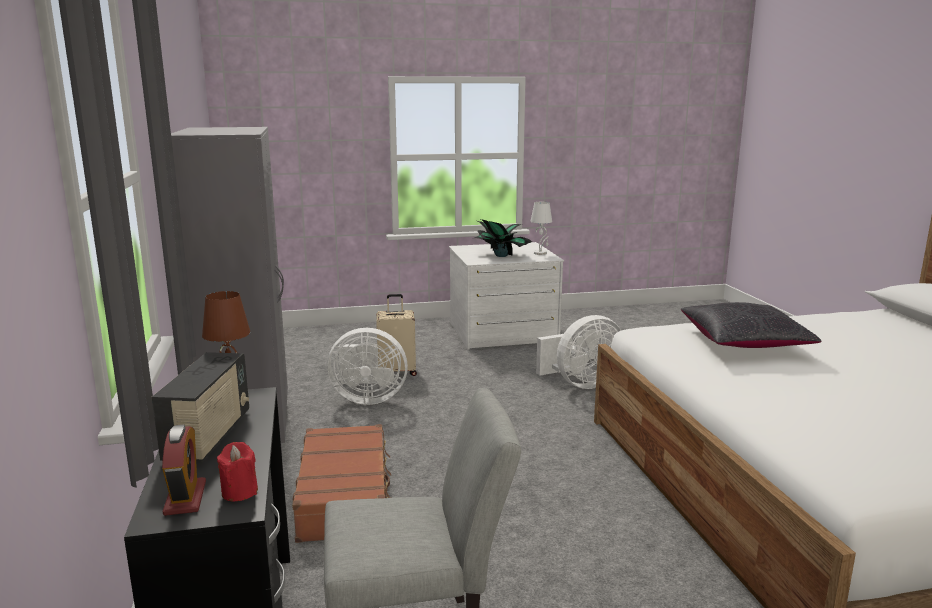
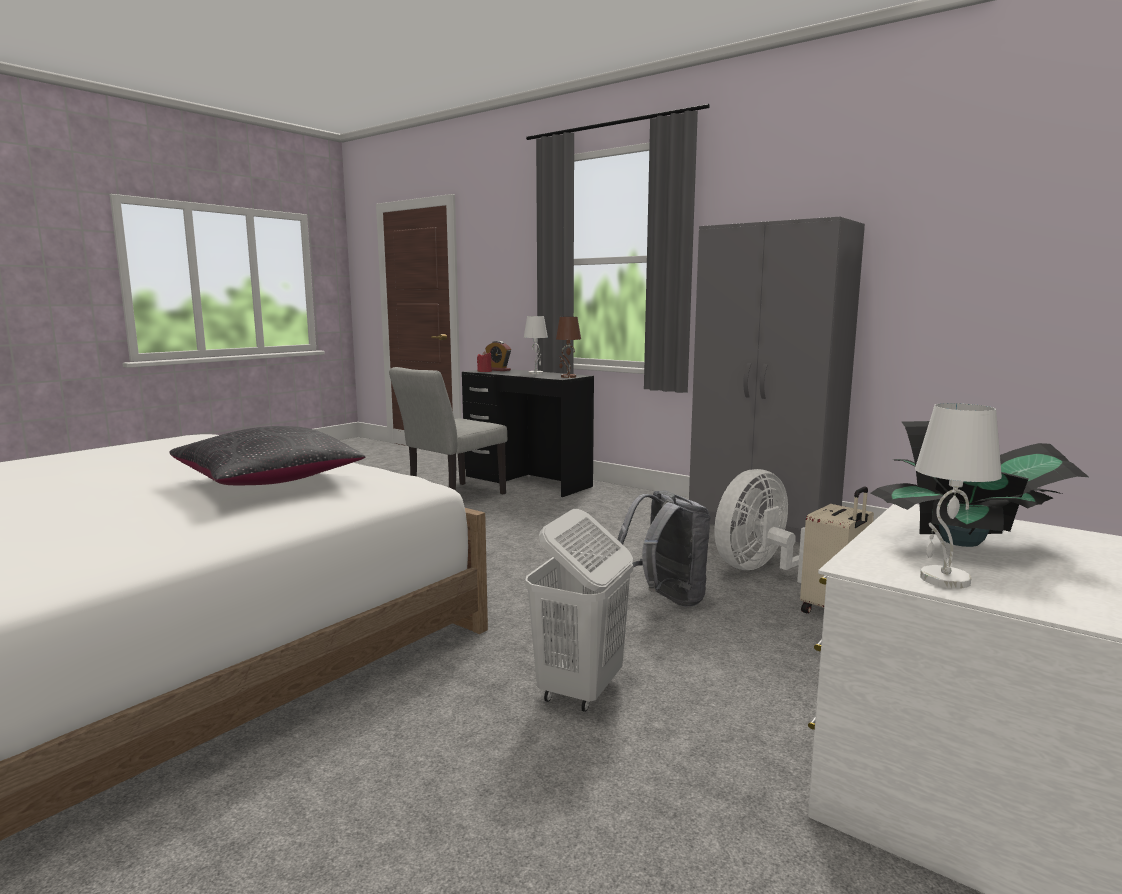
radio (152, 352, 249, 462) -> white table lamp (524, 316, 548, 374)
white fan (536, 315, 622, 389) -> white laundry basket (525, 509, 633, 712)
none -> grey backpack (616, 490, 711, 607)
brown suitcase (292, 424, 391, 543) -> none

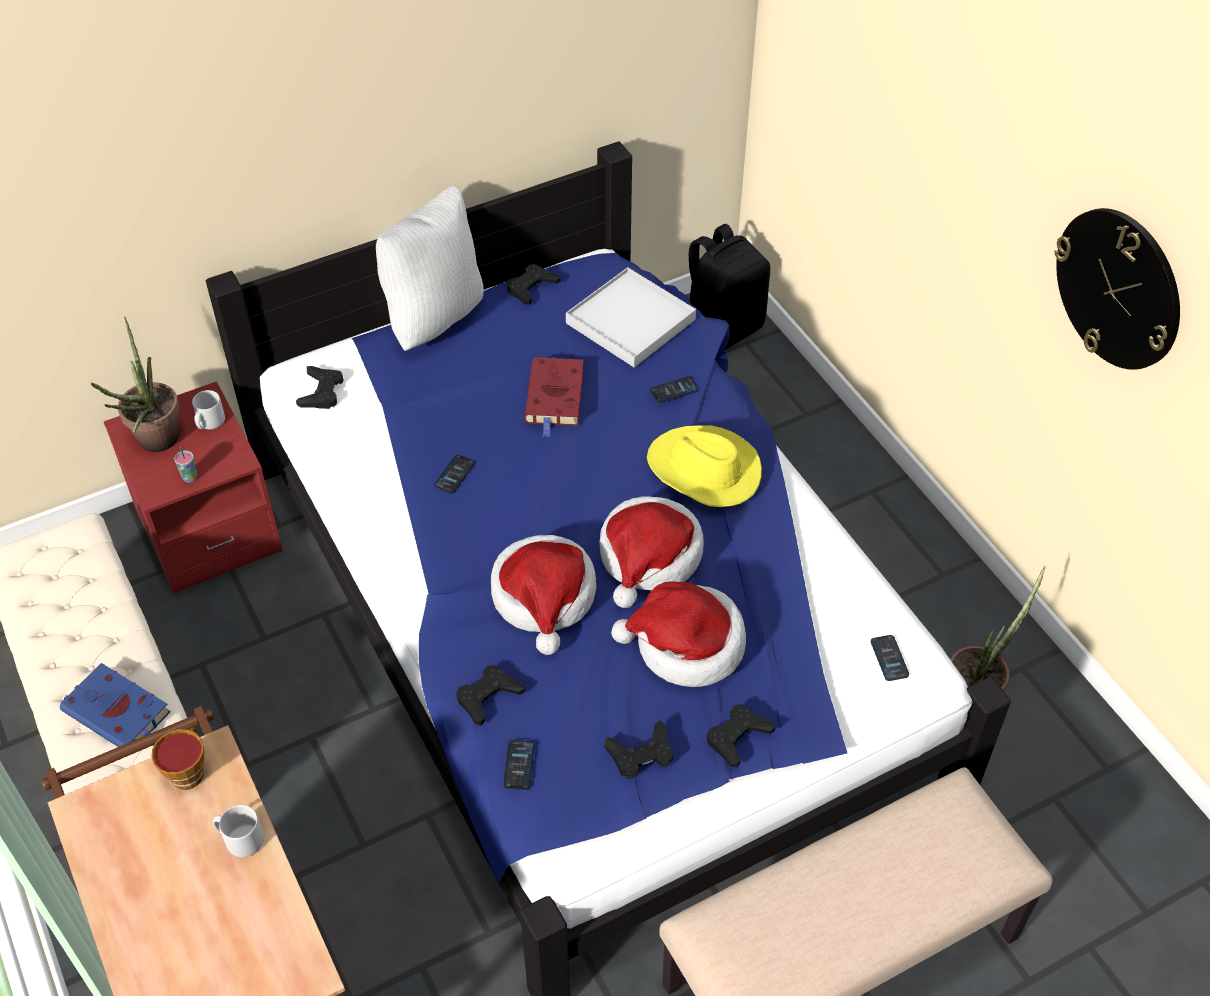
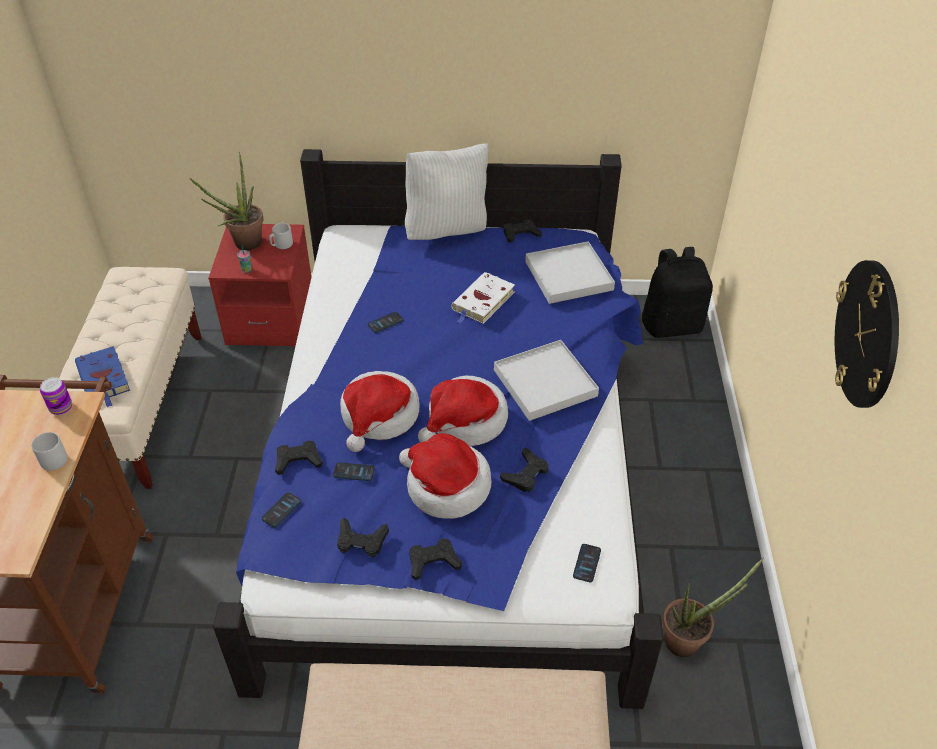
cup (151, 728, 204, 790) -> can (40, 377, 72, 415)
phone (650, 376, 698, 403) -> phone (333, 462, 375, 481), moved
red book (525, 357, 584, 438) -> white book (451, 272, 515, 324)
yellow hat (647, 425, 762, 507) -> white tray (494, 340, 599, 421)
black game controller (296, 366, 344, 409) -> black game controller (500, 448, 549, 492), moved

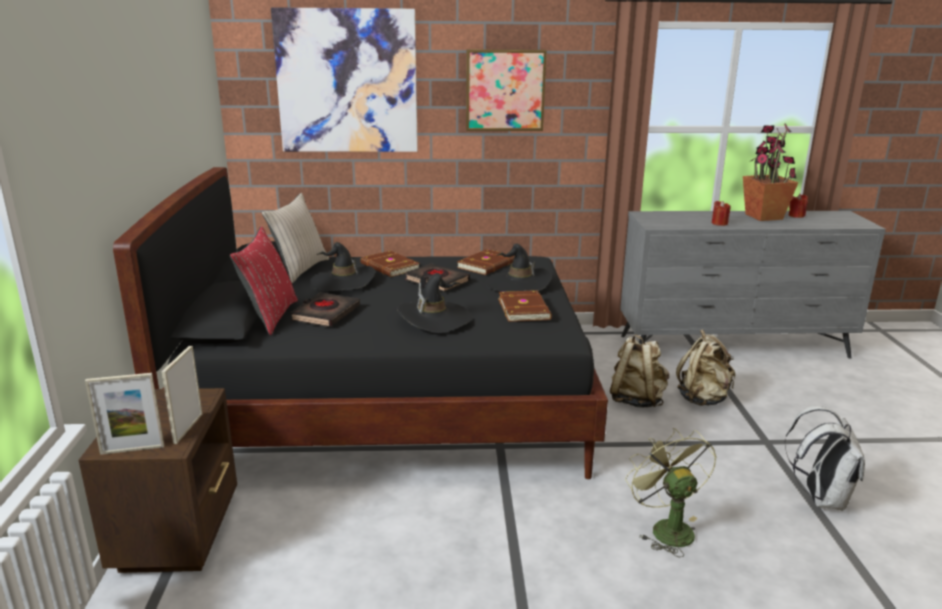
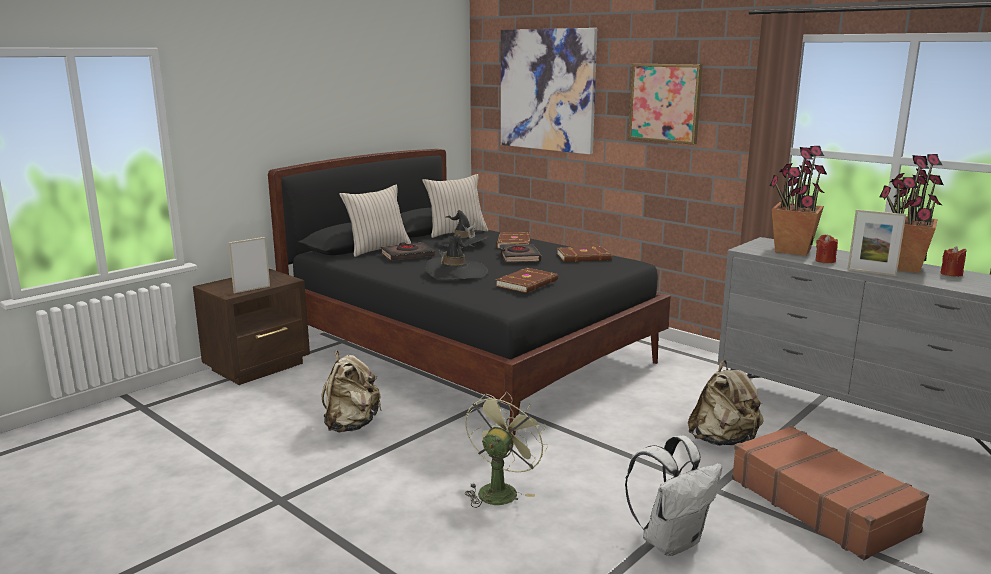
beige backpack (610, 334, 669, 408) -> beige backpack (321, 350, 381, 432), moved
red pillow (230, 226, 298, 335) -> beige pillow (339, 185, 411, 257)
none -> brown suitcase (732, 426, 929, 560)
none -> potted plant (770, 146, 827, 256)
picture frame (85, 373, 164, 455) -> picture frame (847, 209, 906, 276), moved
black hat (485, 243, 552, 292) -> none

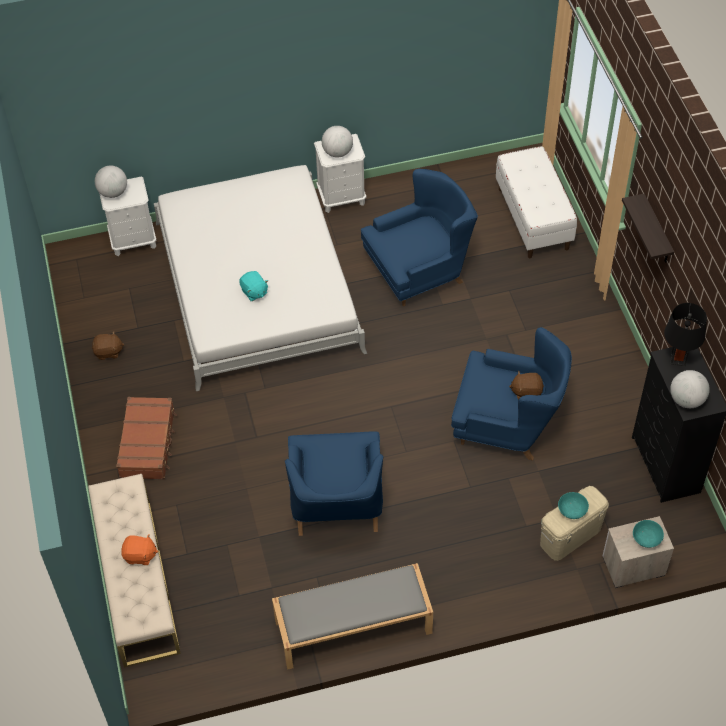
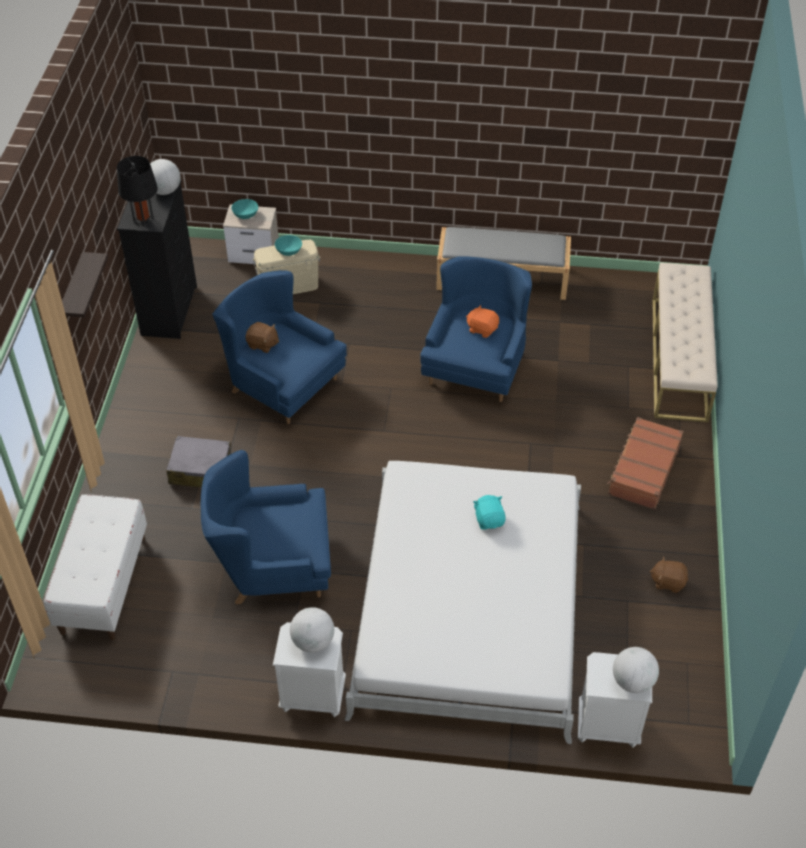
none -> grey suitcase (166, 436, 231, 487)
orange plush toy (121, 534, 158, 565) -> orange plush toy (466, 305, 499, 338), moved

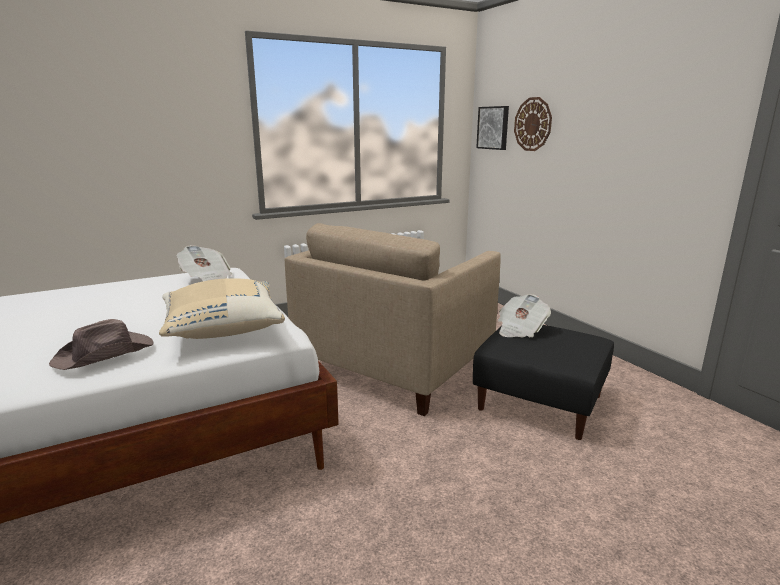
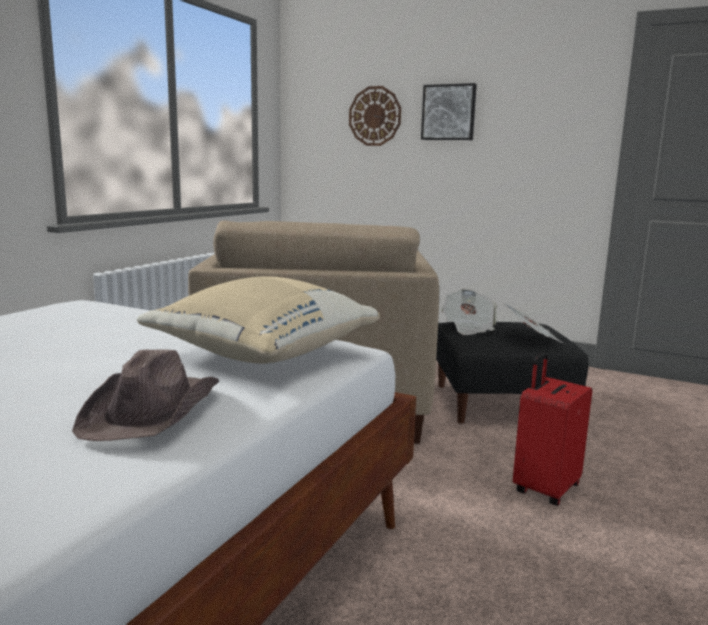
picture (476, 106, 509, 150) -> picture (421, 83, 477, 140), moved
newspaper (177, 245, 232, 281) -> newspaper (502, 303, 565, 344), moved
none -> red suitcase (513, 353, 592, 506)

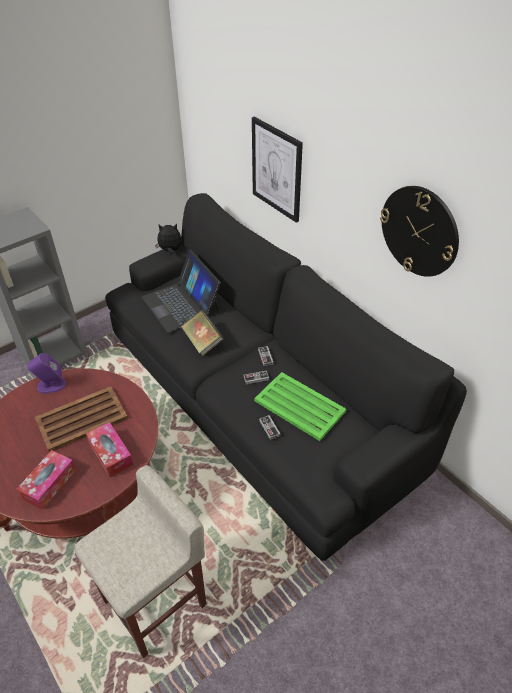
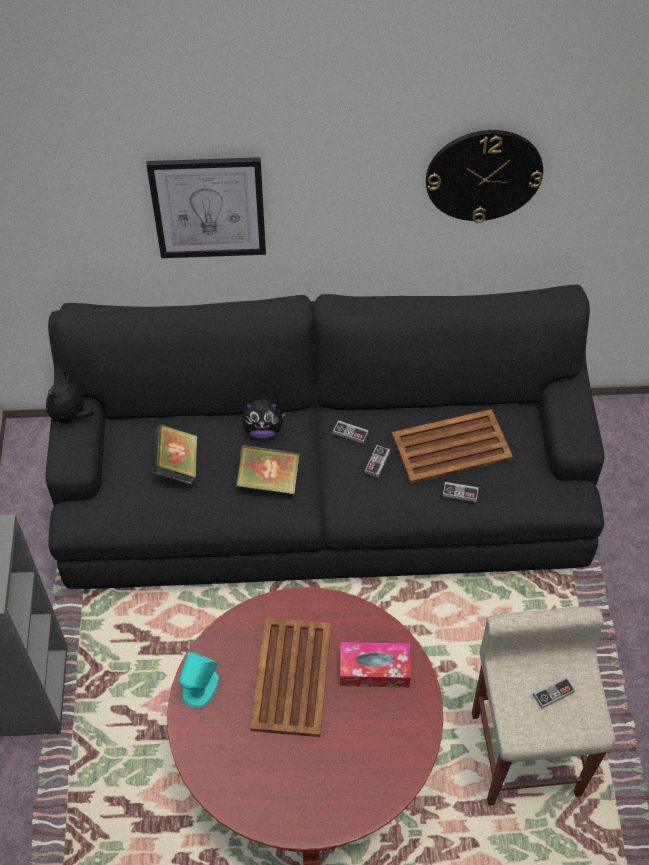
laptop (142, 250, 221, 332) -> book (152, 425, 197, 485)
purple speaker (27, 353, 66, 393) -> turquoise speaker (179, 652, 219, 708)
none -> plush toy (242, 399, 286, 439)
green tray (254, 372, 346, 441) -> brown tray (392, 409, 513, 484)
none -> game controller (533, 676, 575, 709)
tissue box (16, 450, 76, 510) -> none

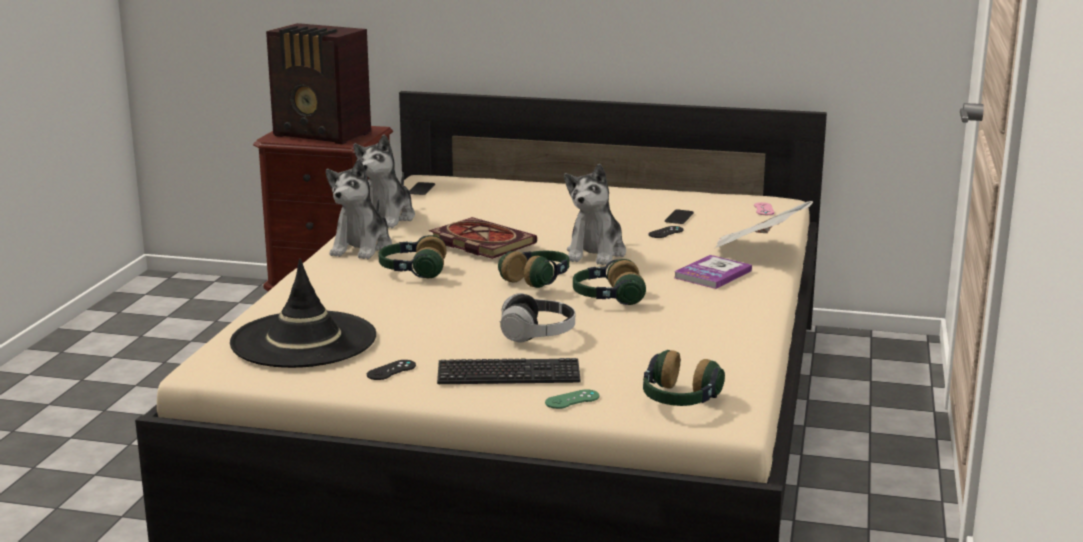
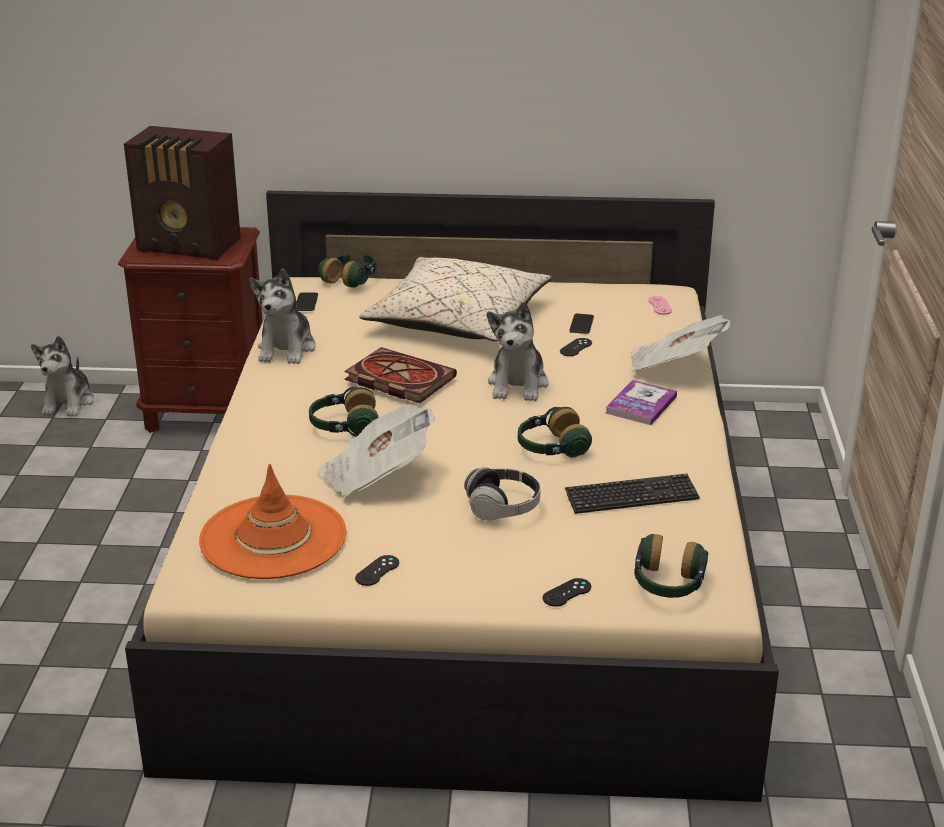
plush toy (326, 159, 392, 259) -> plush toy (31, 336, 94, 416), moved
black hat (230, 259, 376, 368) -> orange hat (199, 464, 346, 579)
none -> newspaper (317, 404, 435, 497)
headphones (498, 251, 569, 288) -> headphones (318, 254, 376, 288), moved
none -> beige pillow (359, 257, 552, 341)
green game controller (545, 389, 599, 409) -> black game controller (543, 578, 591, 607)
keyboard (437, 358, 581, 384) -> keyboard (565, 474, 700, 514), moved

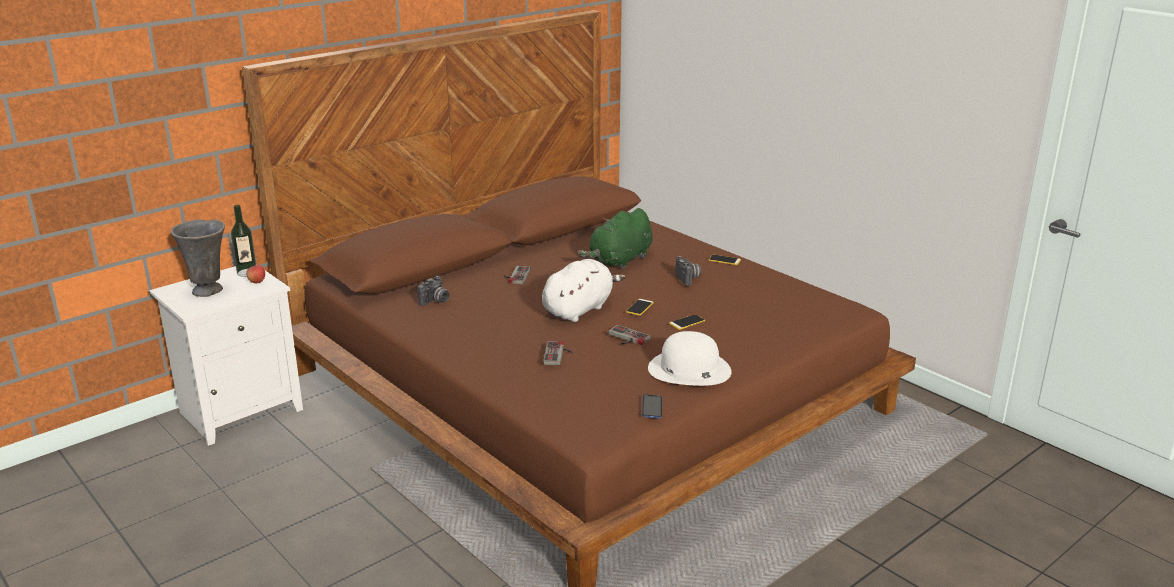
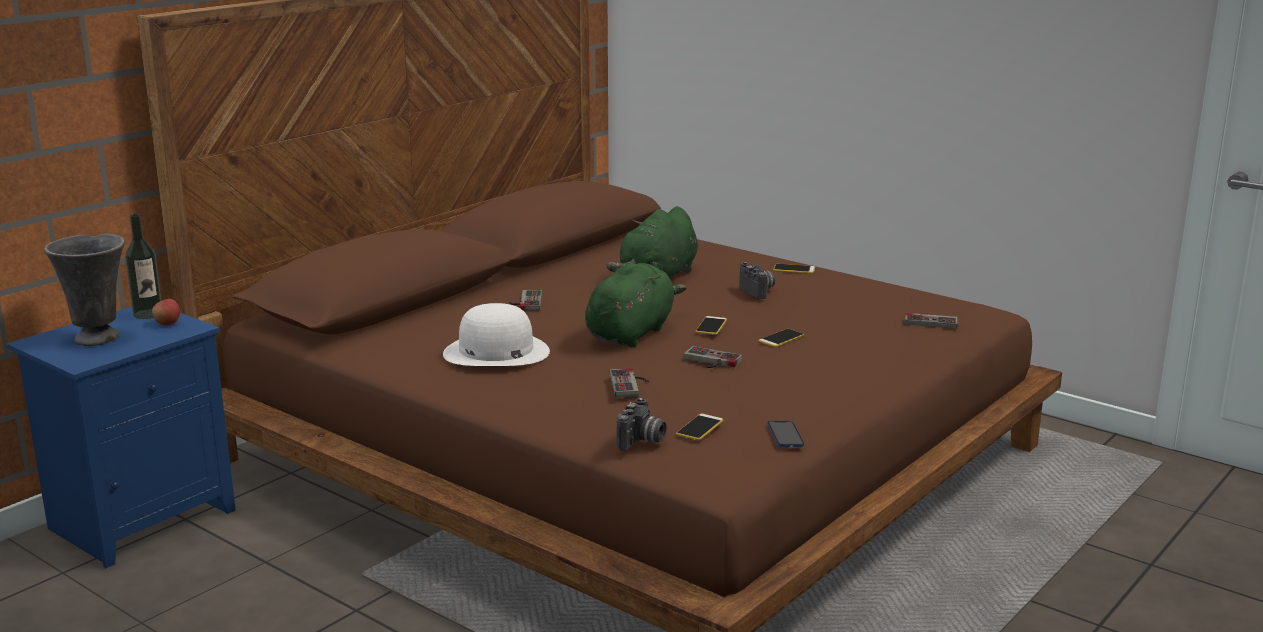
white nightstand (149, 264, 303, 446) -> blue nightstand (6, 307, 236, 568)
white hat (648, 331, 732, 386) -> white hat (443, 303, 550, 366), moved
white plush toy (542, 259, 625, 322) -> green plush toy (585, 263, 687, 347)
photo camera (417, 276, 449, 306) -> photo camera (616, 397, 667, 451), moved
none -> phone (676, 414, 723, 440)
none -> game controller (905, 313, 958, 329)

